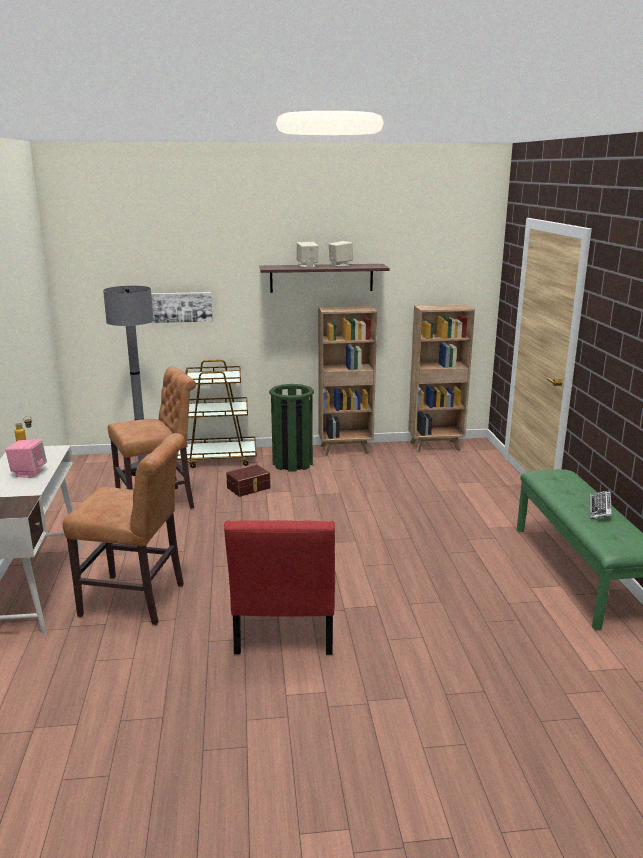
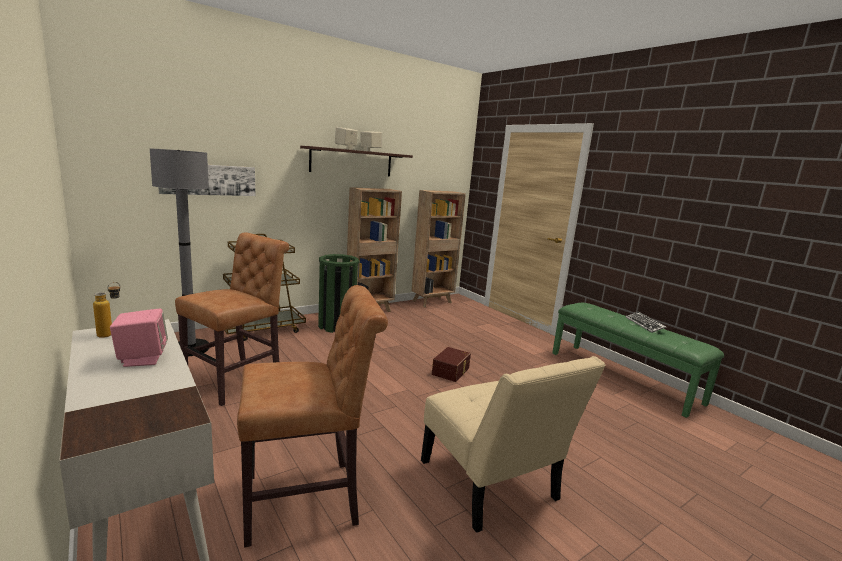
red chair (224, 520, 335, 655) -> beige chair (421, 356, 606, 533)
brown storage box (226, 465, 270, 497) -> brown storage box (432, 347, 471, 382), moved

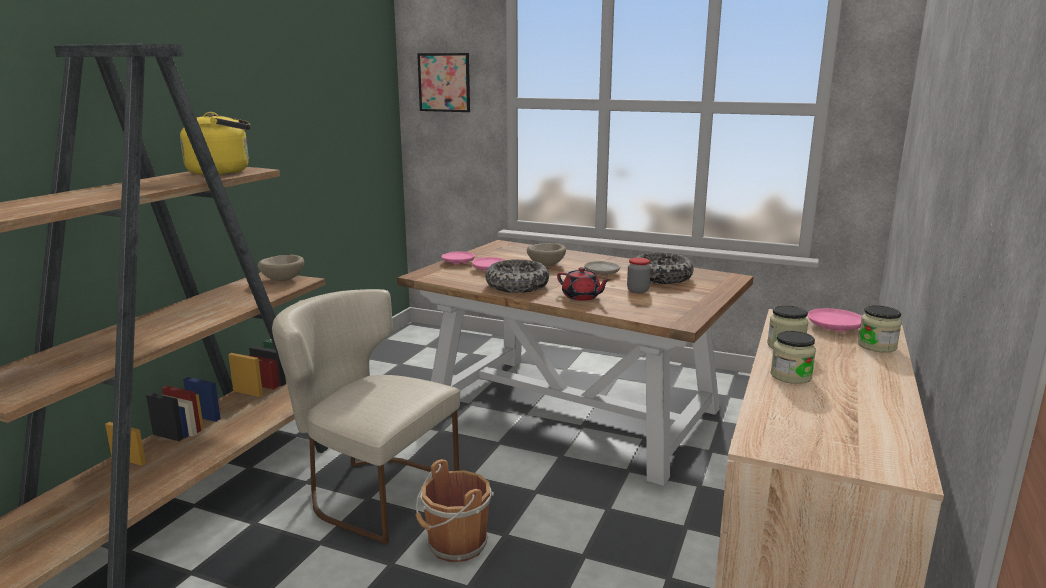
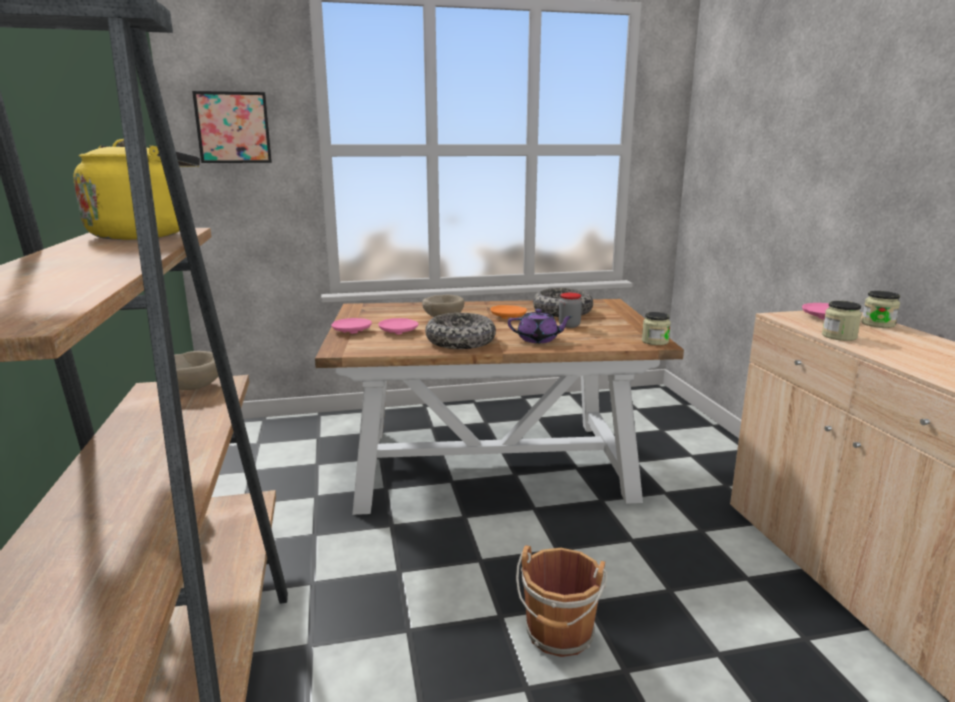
beige plate (584, 261, 620, 276) -> orange plate (490, 305, 527, 319)
red teapot (557, 267, 610, 301) -> purple teapot (508, 309, 573, 343)
jar (771, 331, 816, 384) -> jar (642, 312, 671, 345), moved
beige chair (272, 289, 460, 544) -> none

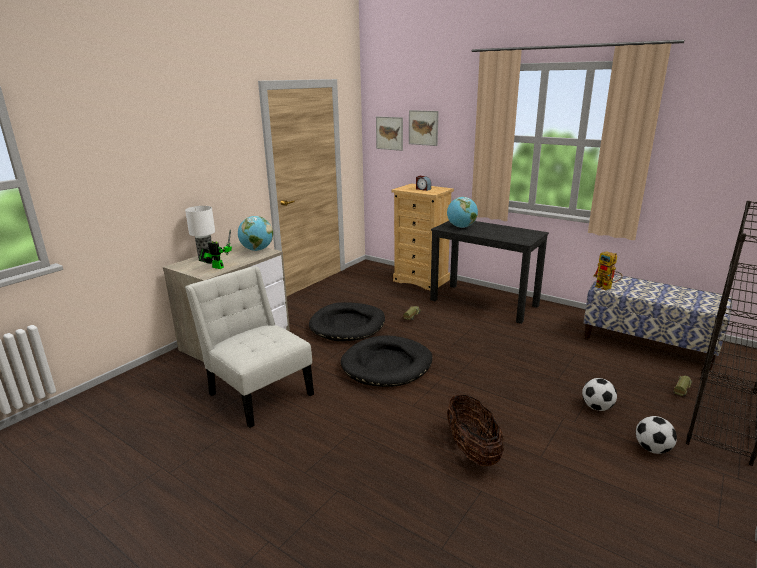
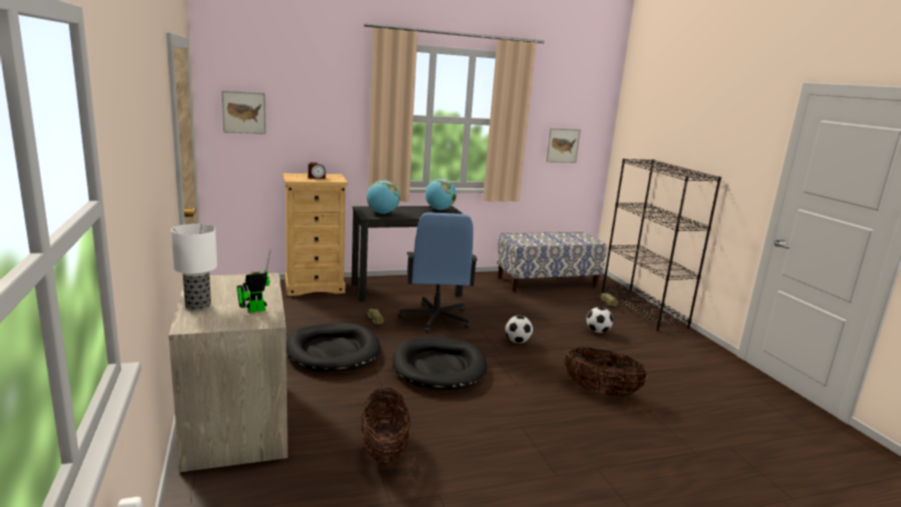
white chair (185, 266, 314, 428) -> basket (361, 388, 410, 465)
none -> blue office chair (399, 213, 477, 333)
globe (238, 216, 273, 251) -> globe (425, 178, 456, 210), moved
football (636, 416, 677, 454) -> football (505, 315, 533, 343), moved
picture (409, 110, 439, 146) -> picture (546, 128, 580, 163), moved
toy robot (593, 251, 623, 290) -> none

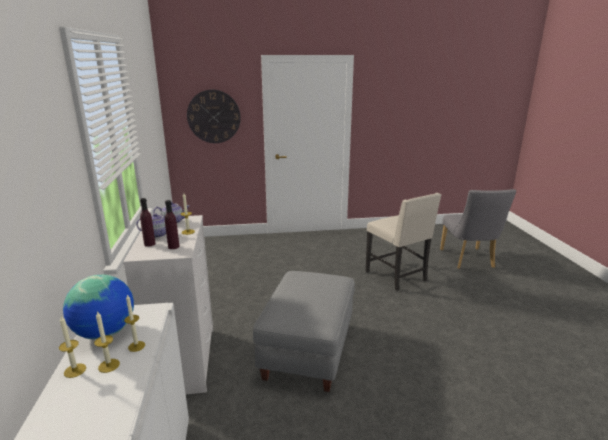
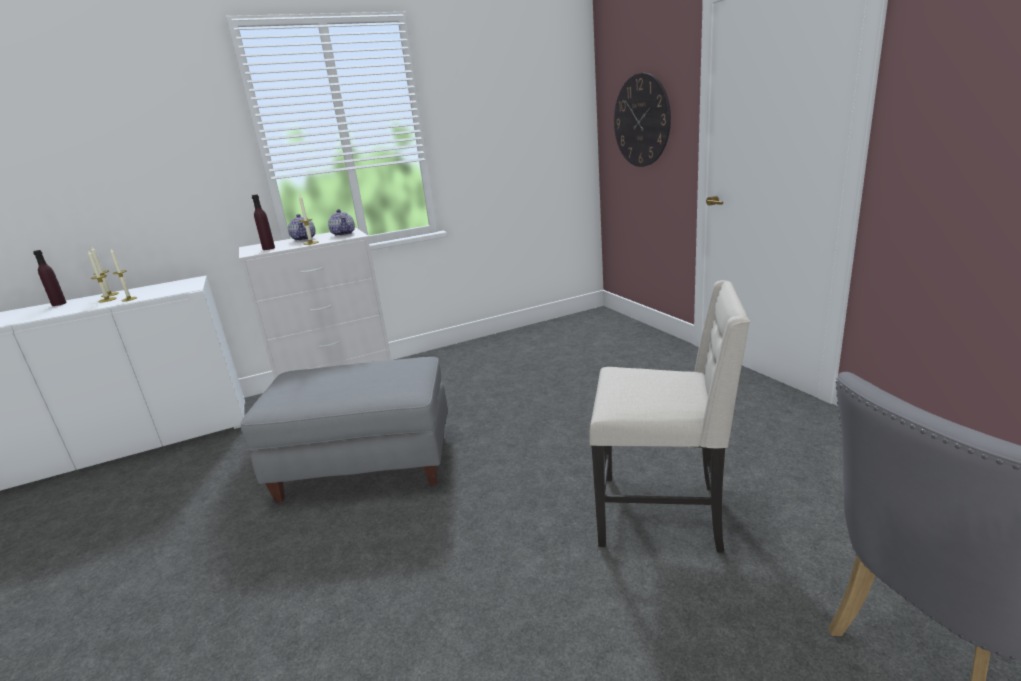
purple bottle (140, 198, 156, 247) -> purple bottle (33, 250, 67, 306), moved
beige chair (366, 193, 441, 291) -> beige chair (589, 280, 750, 553), 120 degrees counterclockwise
globe (63, 275, 134, 340) -> none

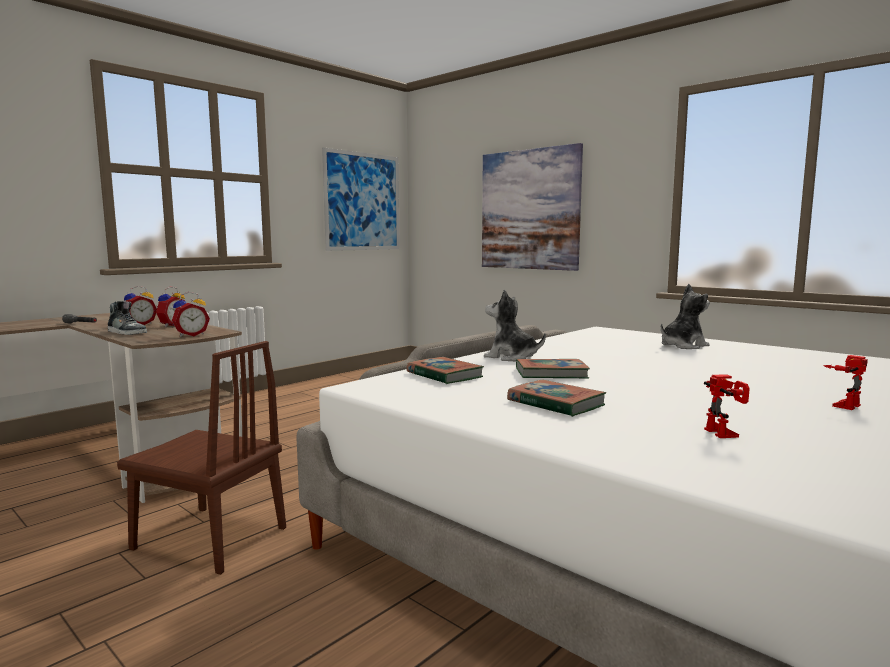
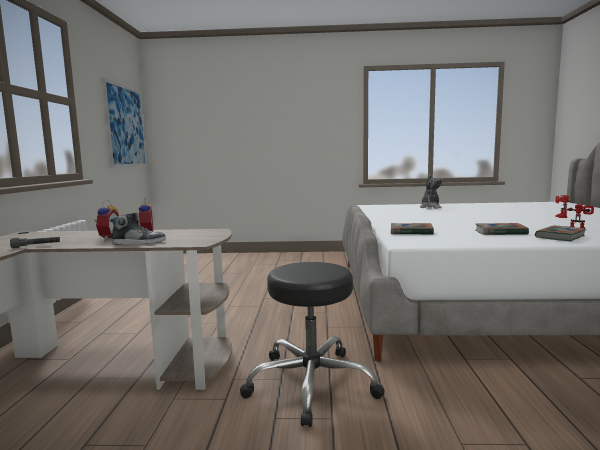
brown chair (117, 341, 286, 575) -> black stool (240, 262, 385, 427)
book (516, 359, 590, 379) -> book (535, 226, 586, 241), moved
alarm clock (172, 292, 210, 337) -> none
picture (482, 143, 583, 271) -> none
plush toy (484, 289, 546, 361) -> none

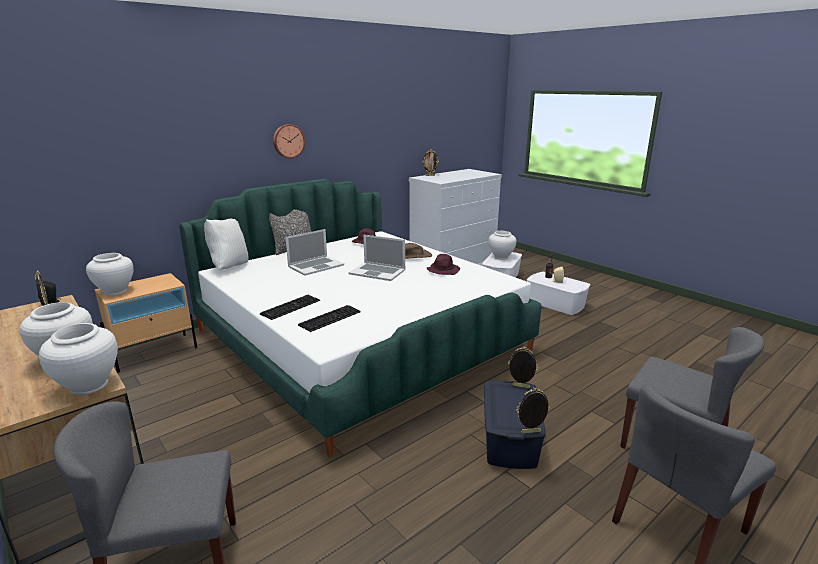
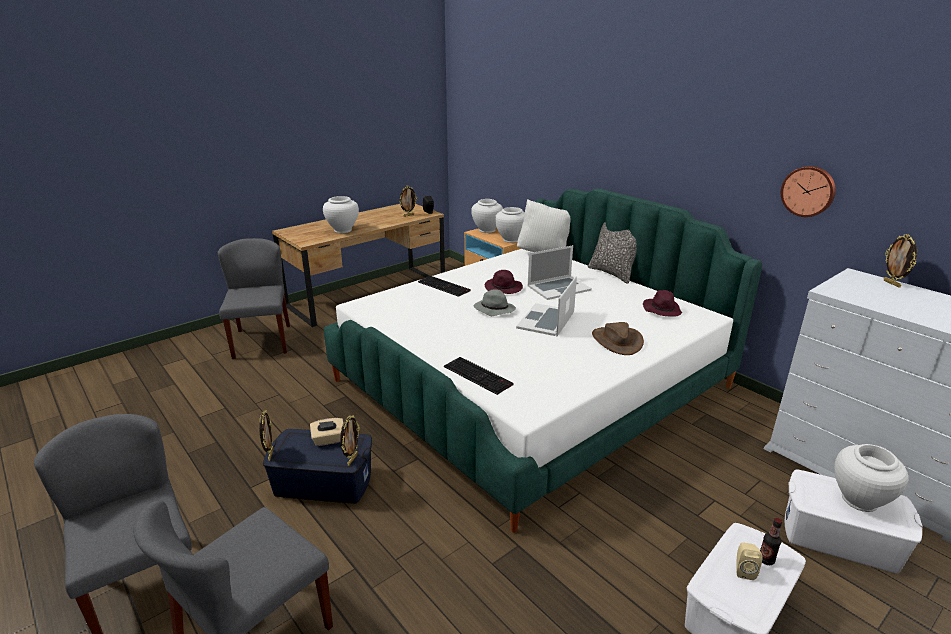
none -> beige tissue box (310, 418, 343, 446)
keyboard (298, 305, 361, 332) -> keyboard (444, 357, 514, 395), moved
none -> grey hat (474, 289, 516, 316)
purple hat (427, 254, 460, 275) -> purple hat (485, 270, 523, 294), moved
white vase (39, 323, 118, 395) -> white vase (495, 207, 525, 243), moved
laptop (285, 229, 344, 276) -> laptop (528, 245, 592, 300), 75 degrees counterclockwise
wall clock (273, 124, 305, 158) -> wall clock (781, 166, 836, 217), moved

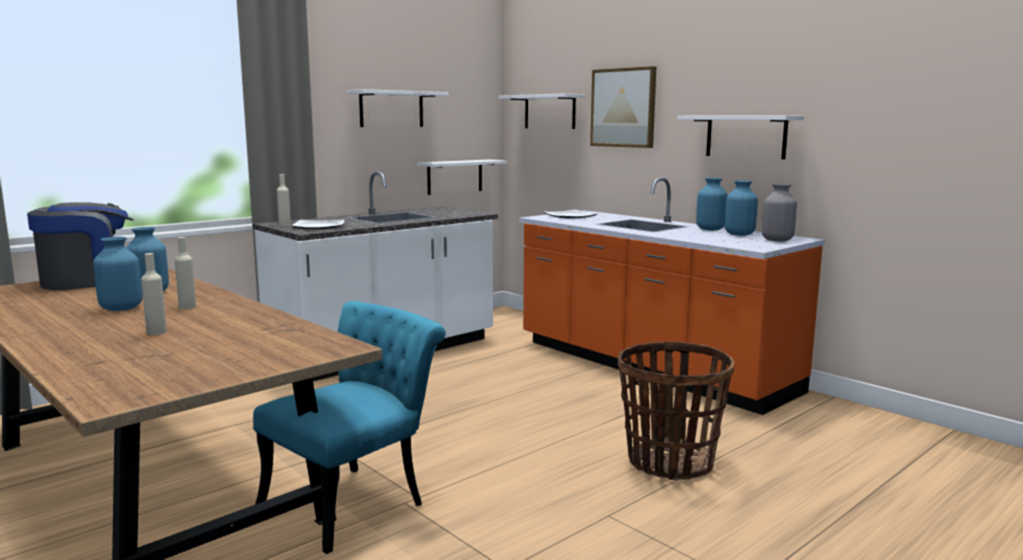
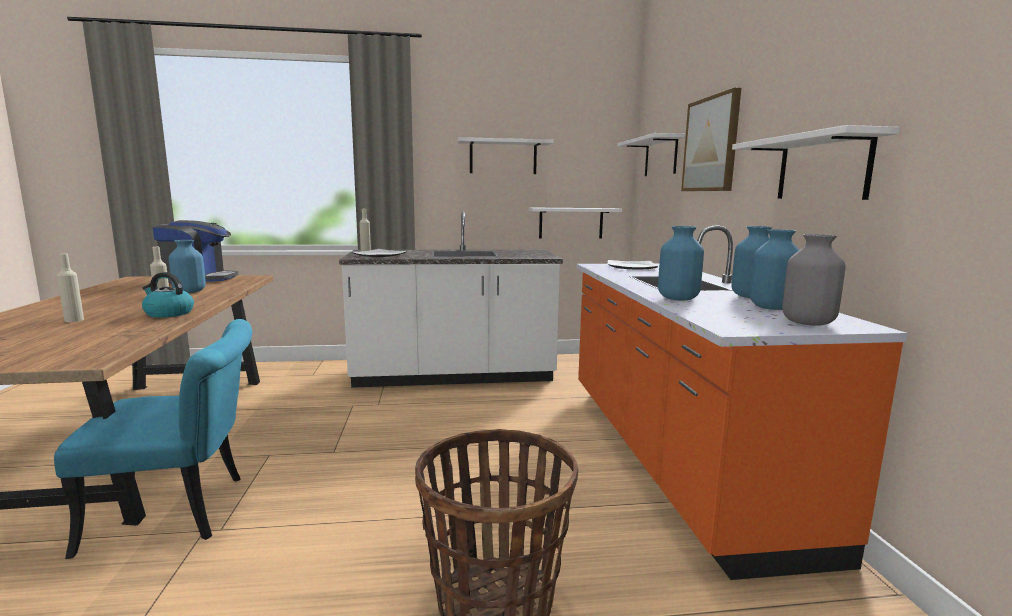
none -> kettle (142, 272, 194, 318)
blue vase (93, 237, 143, 311) -> blue vase (658, 226, 704, 300), moved

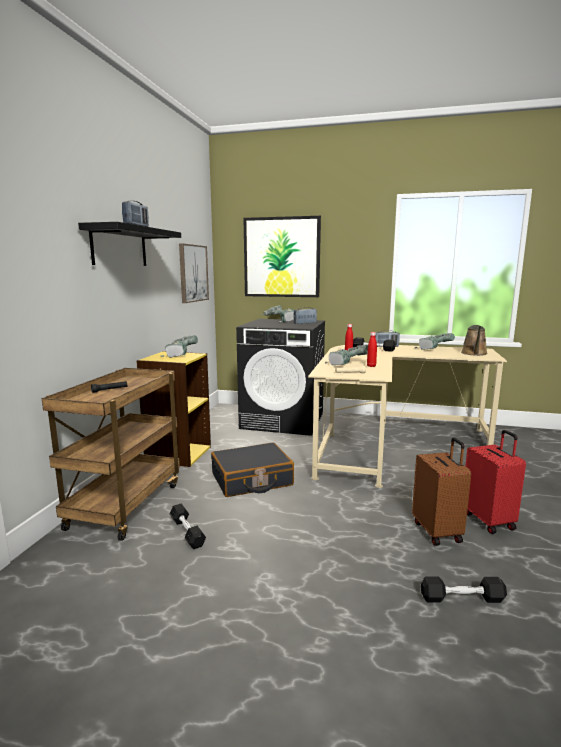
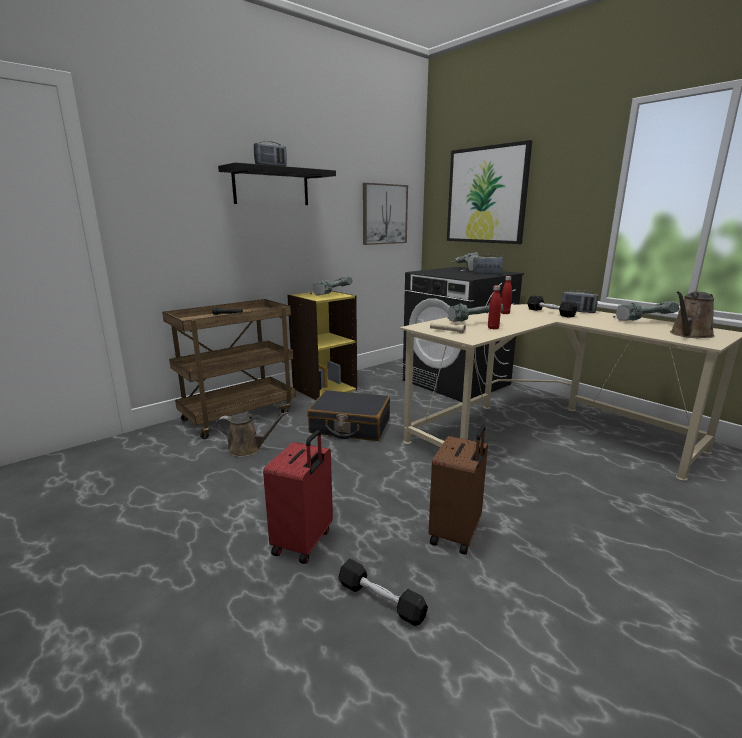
black dumbbell (170, 503, 206, 549) -> brown watering can (216, 412, 288, 457)
red suitcase (465, 430, 526, 534) -> red suitcase (263, 430, 333, 564), moved

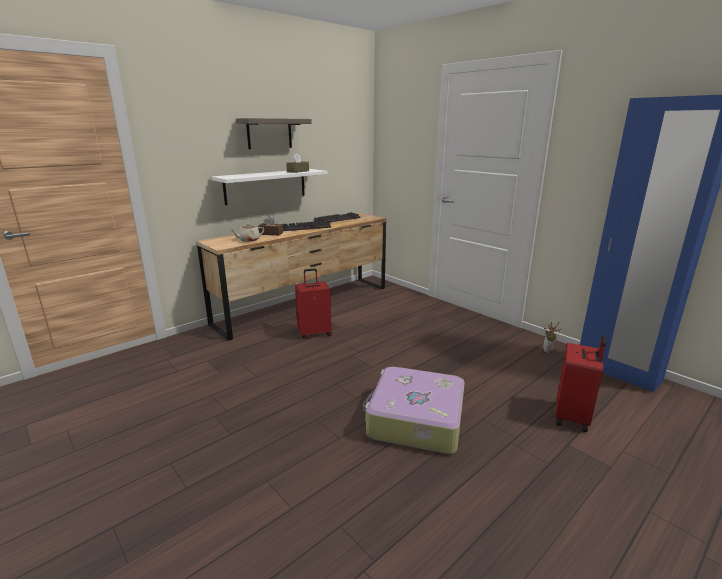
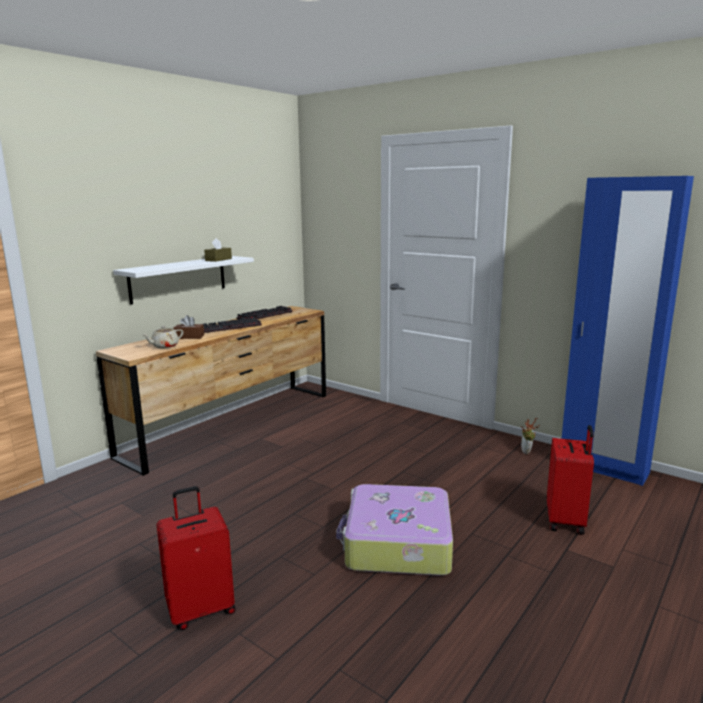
red suitcase (295, 269, 332, 339) -> red suitcase (156, 486, 236, 630), moved
shelf (236, 118, 312, 149) -> none

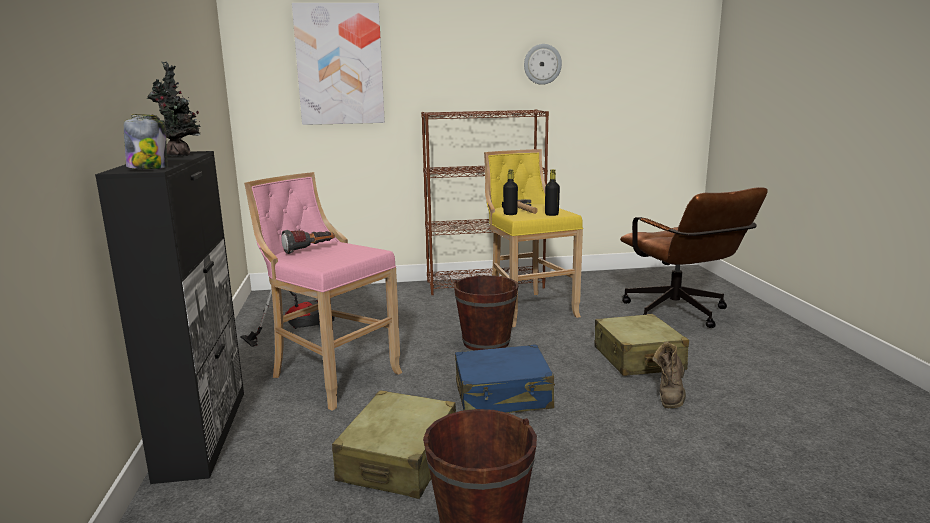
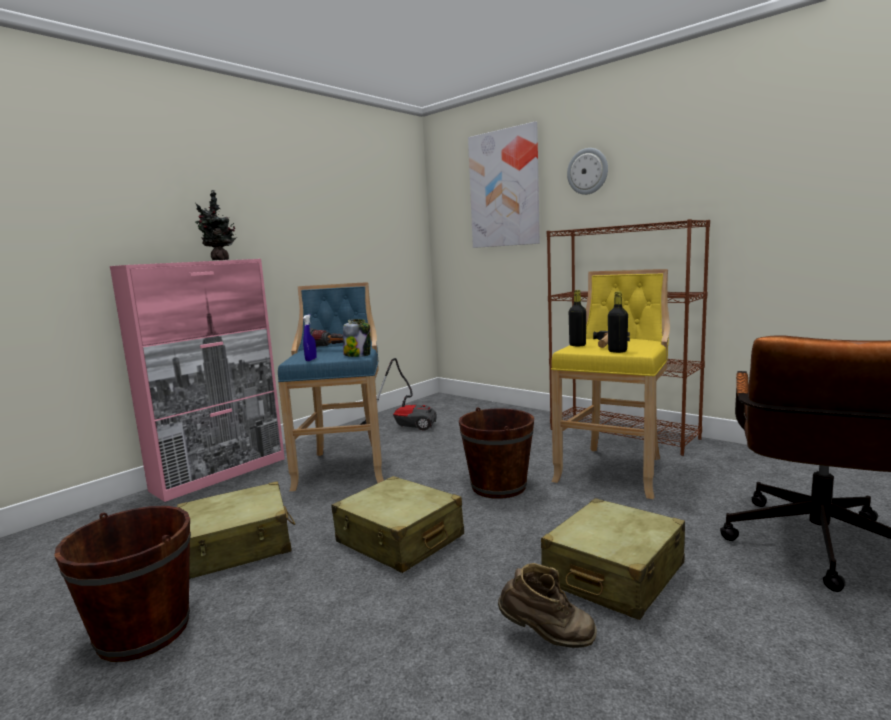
black cabinet (95, 151, 244, 484) -> pink cabinet (110, 259, 285, 502)
pink stool (244, 172, 403, 411) -> blue stool (278, 283, 384, 491)
none -> blue spray bottle (303, 314, 317, 361)
blue suitcase (455, 344, 555, 413) -> beige suitcase (332, 476, 464, 573)
jar (124, 114, 168, 169) -> jar (343, 319, 370, 357), moved
brown boot (652, 342, 686, 408) -> brown boot (498, 563, 597, 648), 150 degrees counterclockwise
wall clock (524, 44, 562, 85) -> wall clock (567, 148, 608, 195), moved

